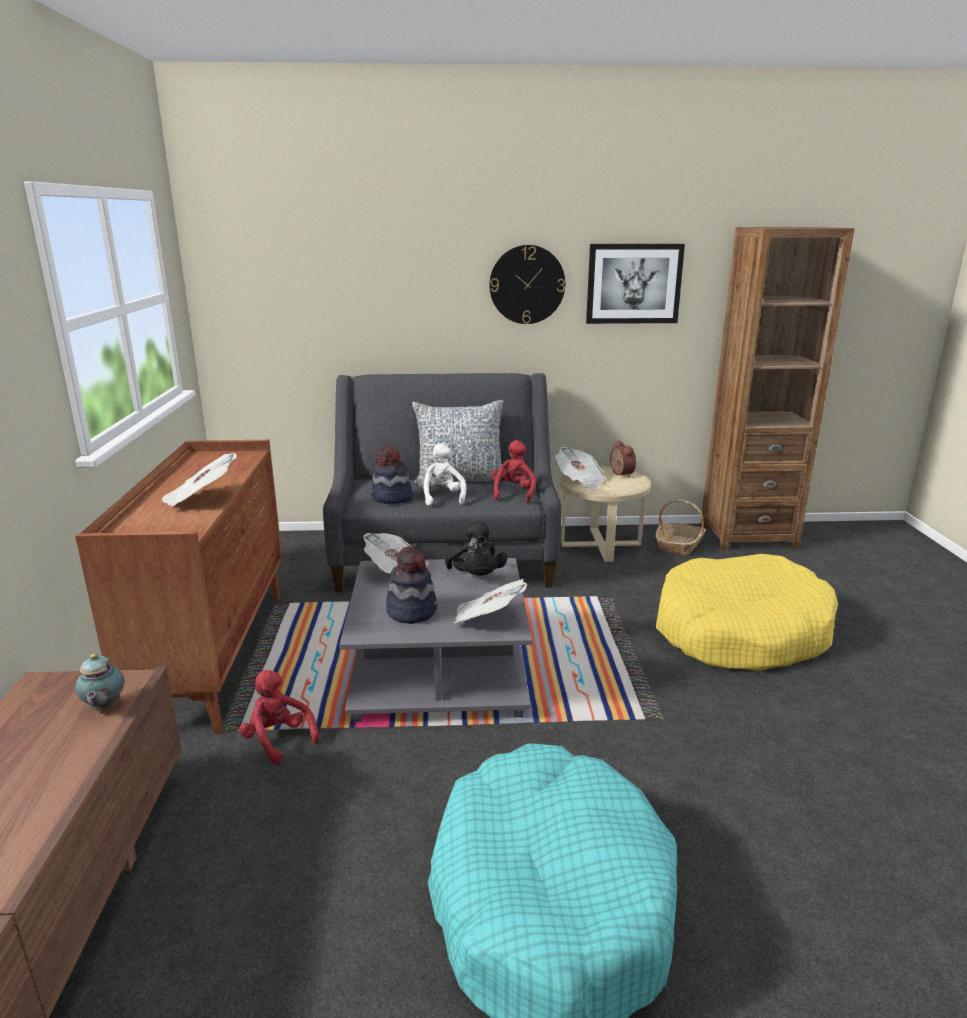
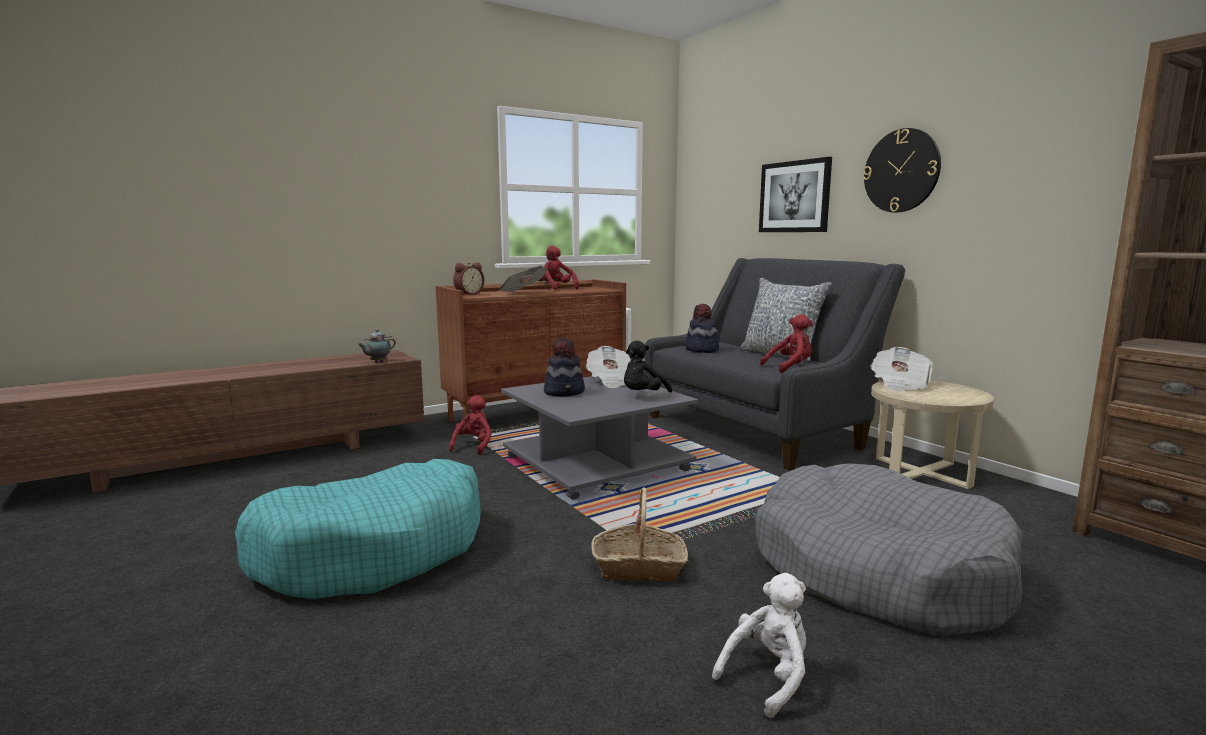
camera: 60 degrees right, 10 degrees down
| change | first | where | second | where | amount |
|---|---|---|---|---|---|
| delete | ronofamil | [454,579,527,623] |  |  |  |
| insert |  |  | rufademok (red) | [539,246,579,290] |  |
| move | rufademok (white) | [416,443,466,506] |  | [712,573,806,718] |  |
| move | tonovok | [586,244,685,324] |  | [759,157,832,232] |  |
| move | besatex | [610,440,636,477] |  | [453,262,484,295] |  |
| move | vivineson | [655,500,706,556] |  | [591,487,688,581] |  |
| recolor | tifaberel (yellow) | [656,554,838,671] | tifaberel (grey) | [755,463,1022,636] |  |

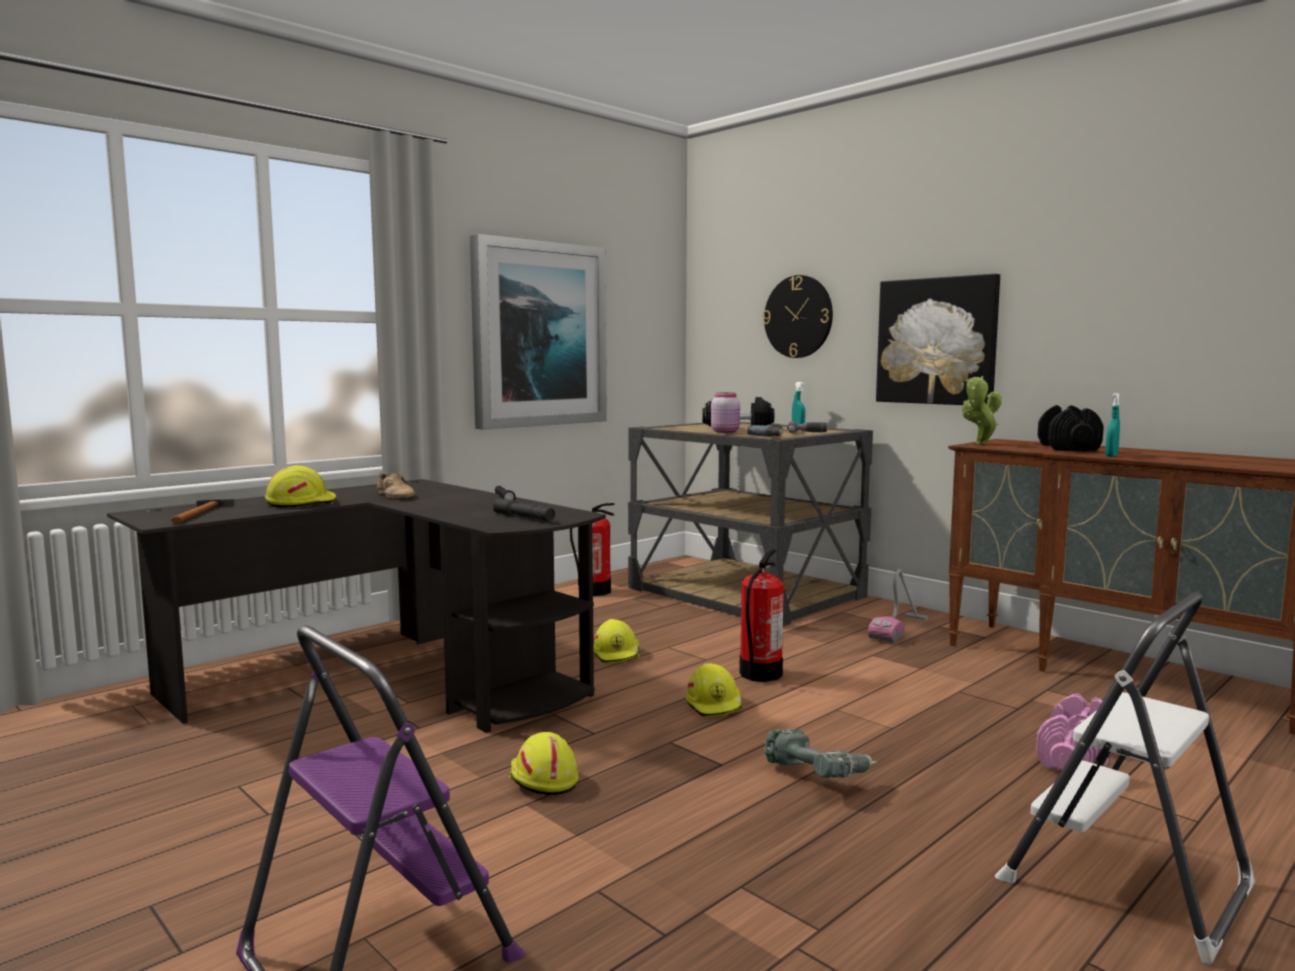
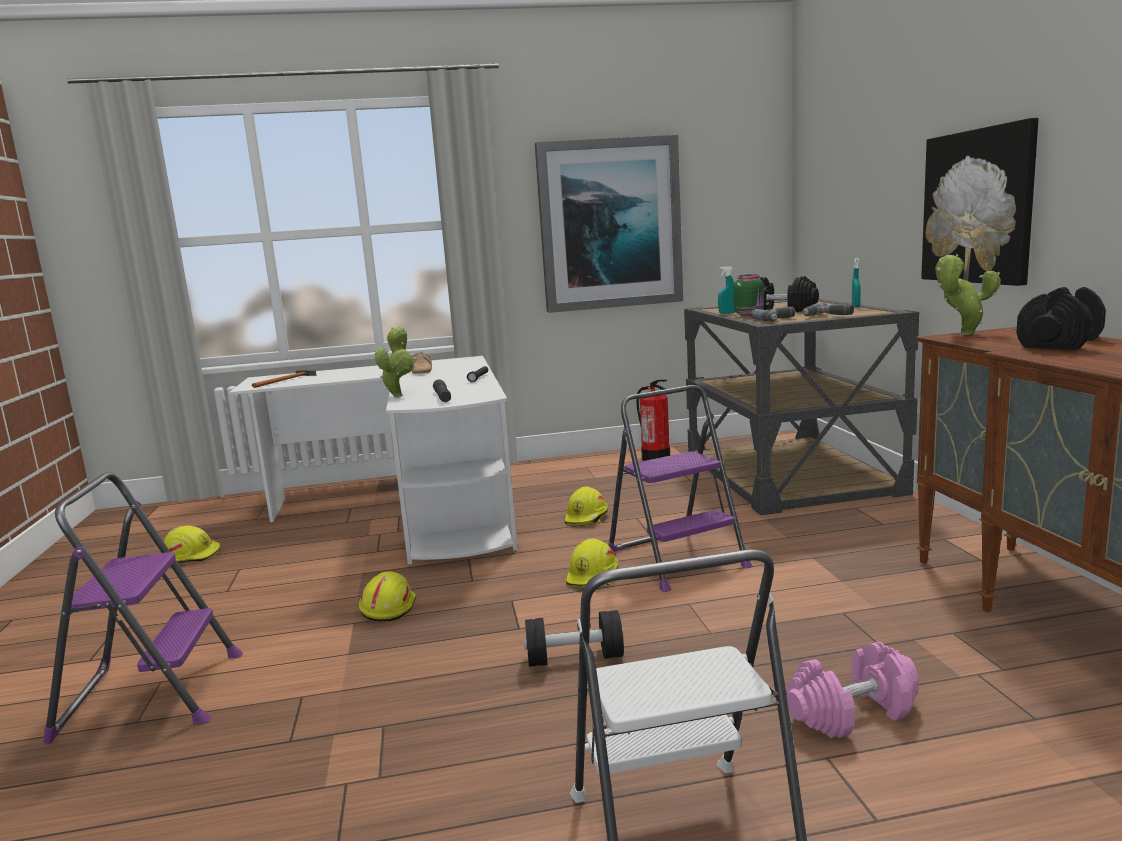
camera: 35 degrees right, 5 degrees up
| change | first | where | second | where | amount |
|---|---|---|---|---|---|
| delete | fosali | [763,275,833,358] |  |  |  |
| delete | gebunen | [868,569,929,643] |  |  |  |
| insert |  |  | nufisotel | [375,327,414,397] |  |
| move | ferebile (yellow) | [265,466,337,508] |  | [164,526,221,563] |  |
| move | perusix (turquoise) | [1105,393,1120,457] |  | [718,266,735,314] |  |
| replace | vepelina | [739,549,784,682] | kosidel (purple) | [608,385,753,592] |  |
| replace | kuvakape | [765,729,878,778] | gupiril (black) | [524,610,624,667] |  |
| recolor | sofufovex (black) | [107,479,606,733] | sofufovex (white) | [229,356,518,565] |  |
| recolor | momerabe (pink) | [711,393,740,433] | momerabe (green) | [734,274,764,316] |  |

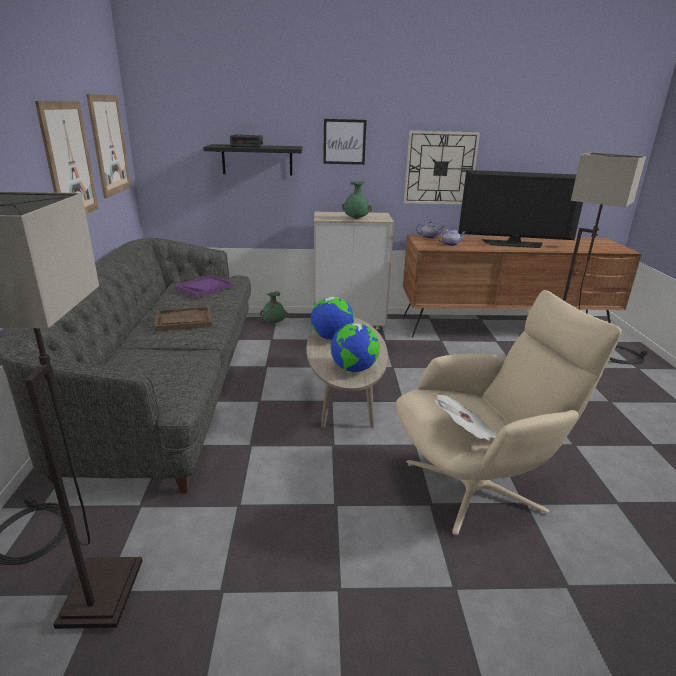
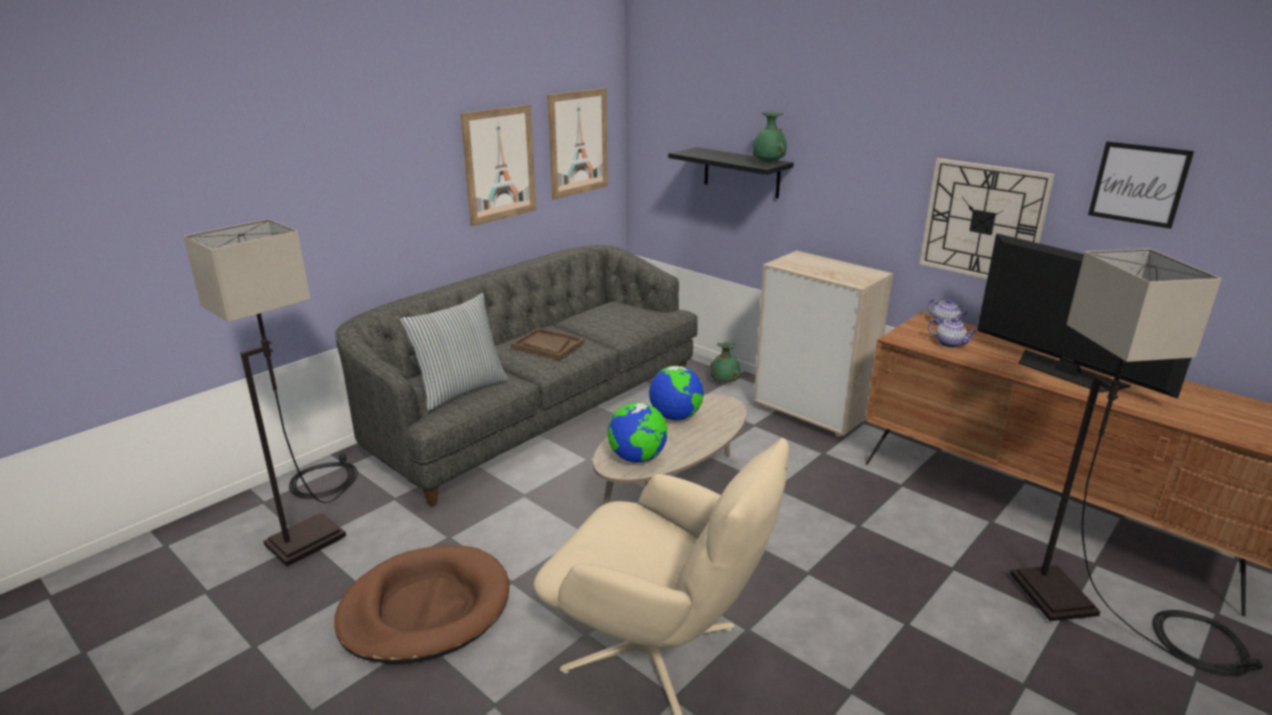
camera: 45 degrees right, 0 degrees up
| change | first | where | second | where | amount |
|---|---|---|---|---|---|
| delete | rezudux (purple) | [175,275,234,298] |  |  |  |
| delete | besatex | [230,134,263,148] |  |  |  |
| delete | ronofamil | [434,395,497,441] |  |  |  |
| insert |  |  | tifaberel (brown) | [334,545,509,664] |  |
| insert |  |  | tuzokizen | [400,293,509,411] |  |
| move | tonovok | [323,119,367,165] |  | [1088,141,1194,229] |  |
| move | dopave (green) | [342,181,372,219] |  | [753,112,787,163] |  |

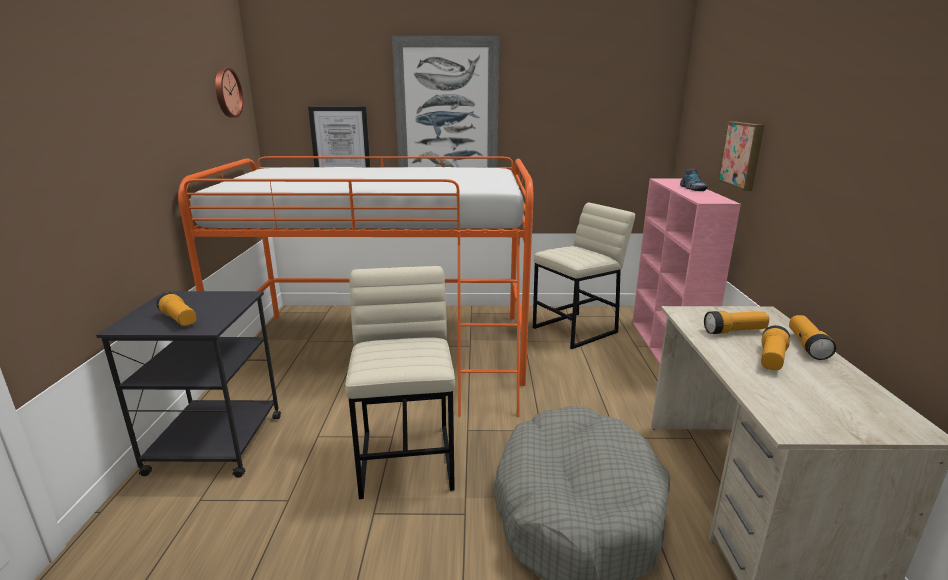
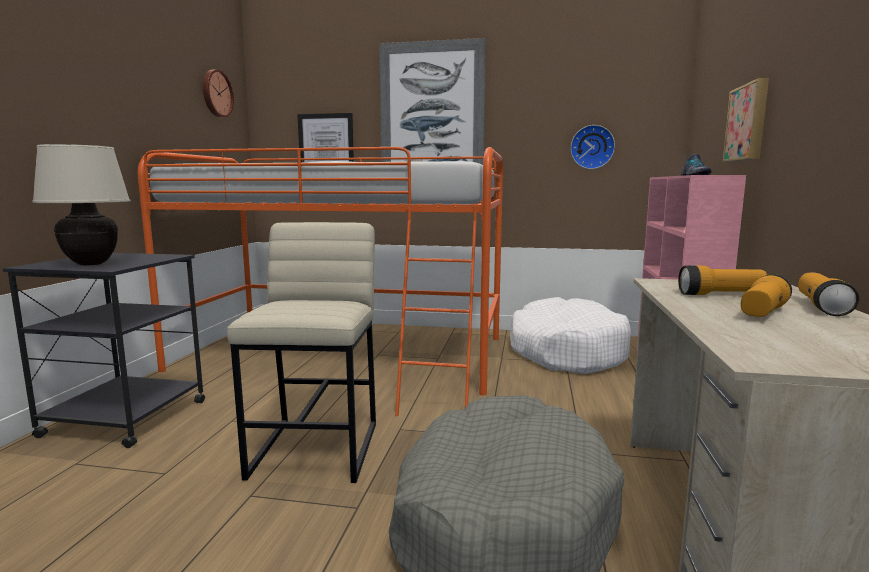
camera: 10 degrees right, 10 degrees down
| change | first | where | second | where | amount |
|---|---|---|---|---|---|
| insert |  |  | fosali | [570,125,615,169] |  |
| replace | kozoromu | [156,292,197,326] | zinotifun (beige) | [32,144,131,265] |  |
| replace | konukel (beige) | [533,202,635,349] | tifaberel (white) | [510,297,631,374] |  |

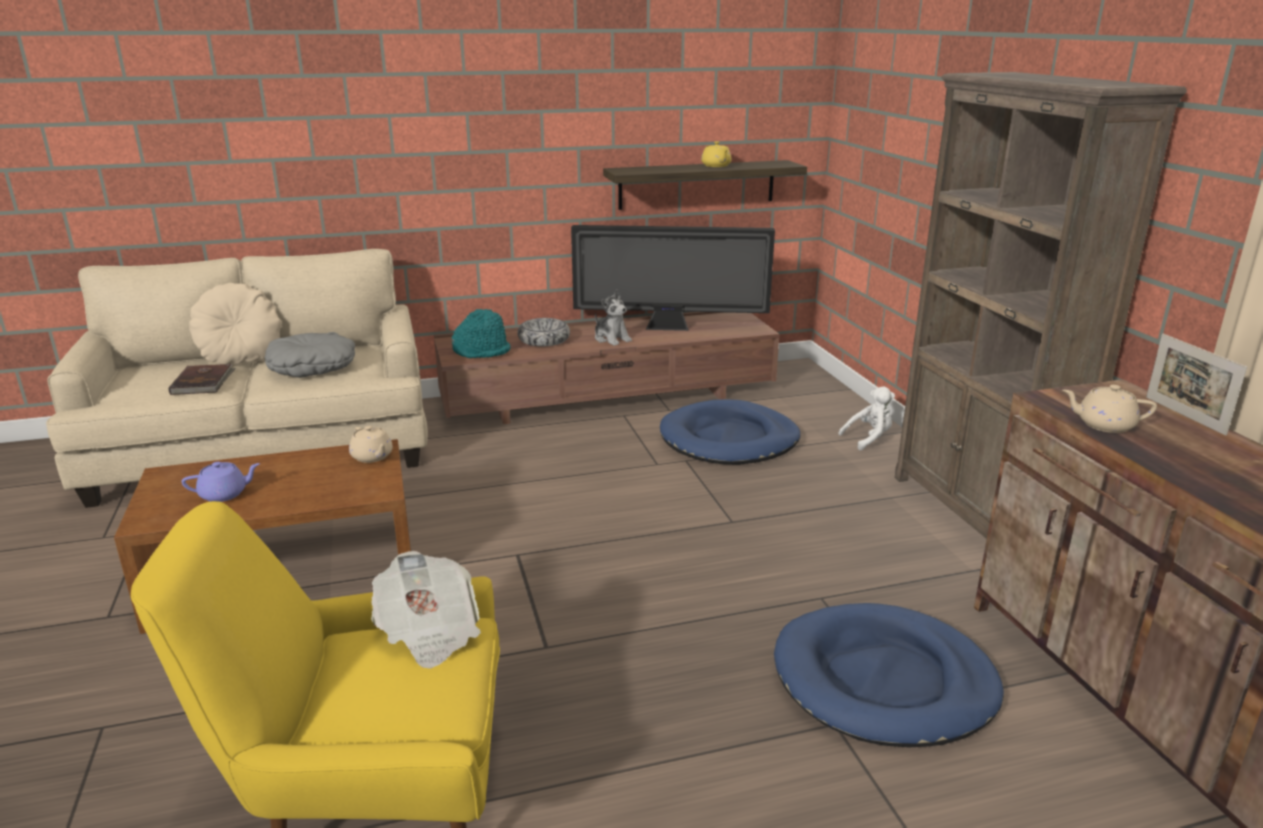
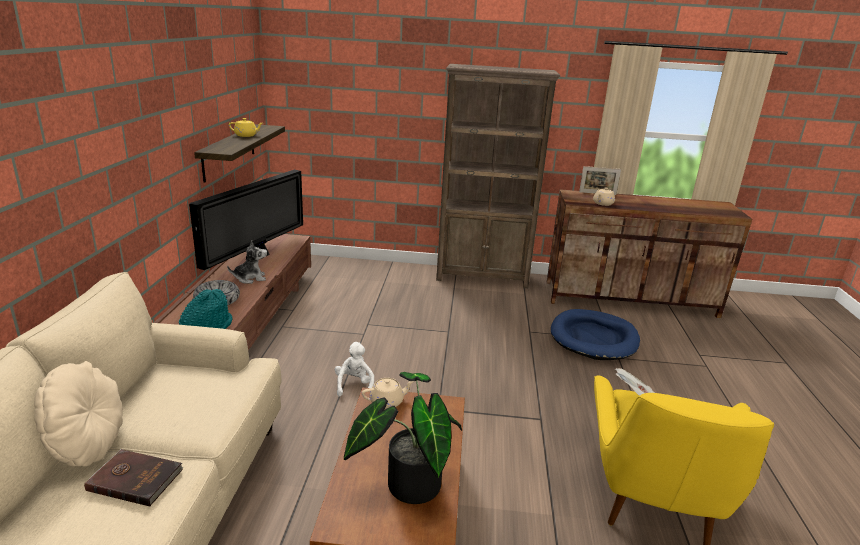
camera: 70 degrees left, 0 degrees up
| change | first | where | second | where | amount |
|---|---|---|---|---|---|
| delete | tuzokizen (grey) | [265,332,355,378] |  |  |  |
| delete | tifaberel (blue) | [660,399,800,465] |  |  |  |
| move | rufademok (white) | [838,386,895,450] |  | [335,342,374,397] |  |
| replace | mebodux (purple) | [182,462,260,502] | nufisotel | [344,372,462,504] |  |

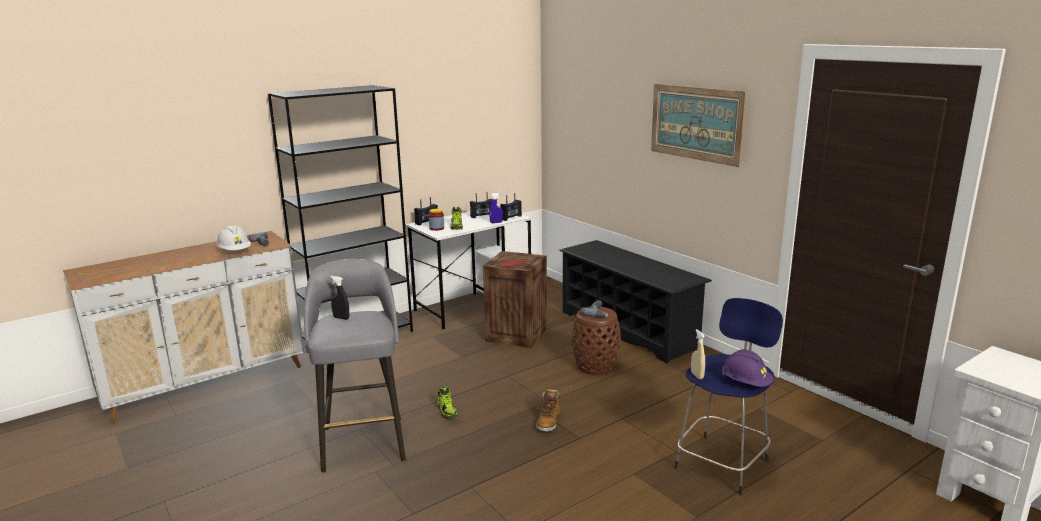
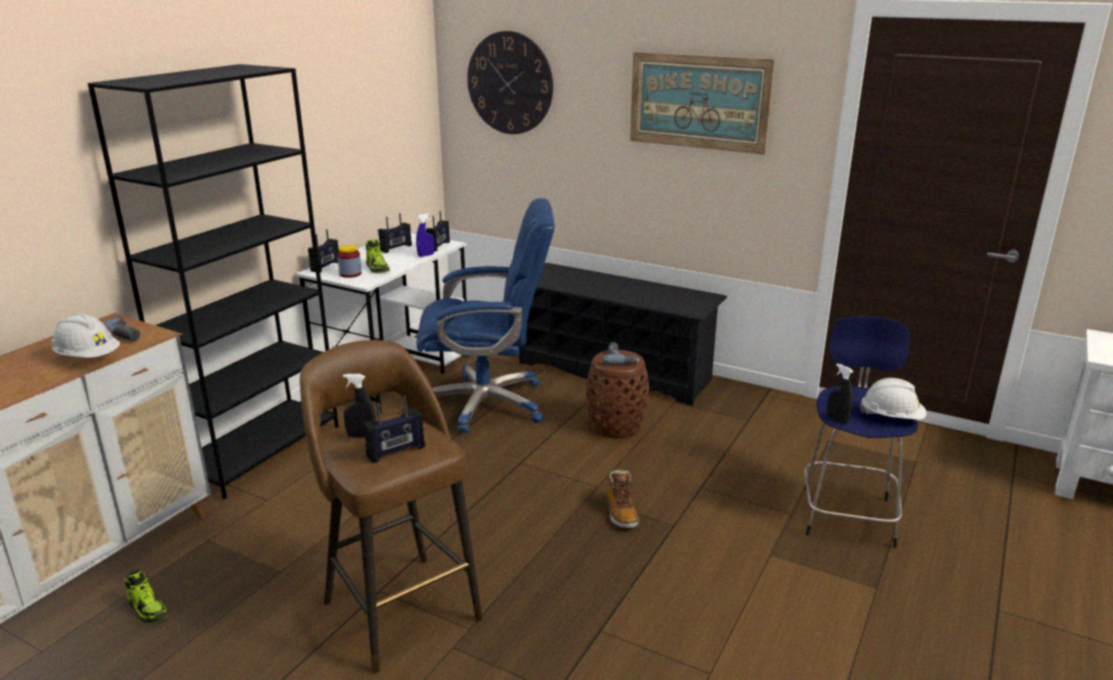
camera: 25 degrees left, 5 degrees up
| change | first | where | second | where | amount |
|---|---|---|---|---|---|
| insert |  |  | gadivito | [363,396,425,463] |  |
| insert |  |  | fosali | [467,31,553,134] |  |
| move | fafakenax | [437,387,458,420] |  | [124,570,169,624] |  |
| replace | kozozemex | [483,251,547,348] | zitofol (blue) | [417,198,555,434] |  |
| recolor | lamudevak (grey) | [304,259,406,473] | lamudevak (brown) | [300,340,483,673] |  |
| recolor | perusix (beige) | [691,329,705,379] | perusix (black) | [827,364,853,424] |  |
| recolor | ferebile (purple) | [722,349,774,387] | ferebile (white) | [860,378,927,420] |  |

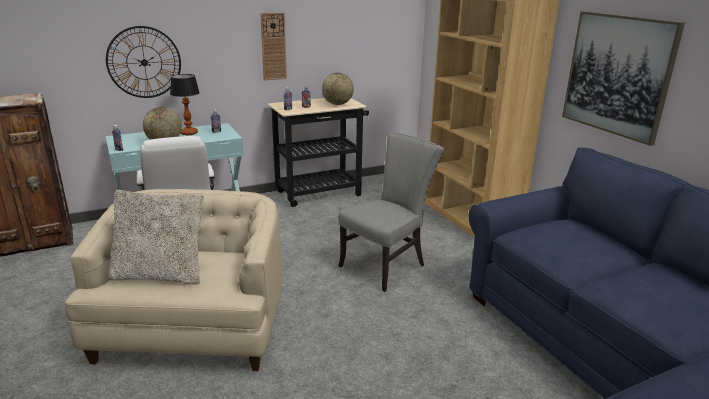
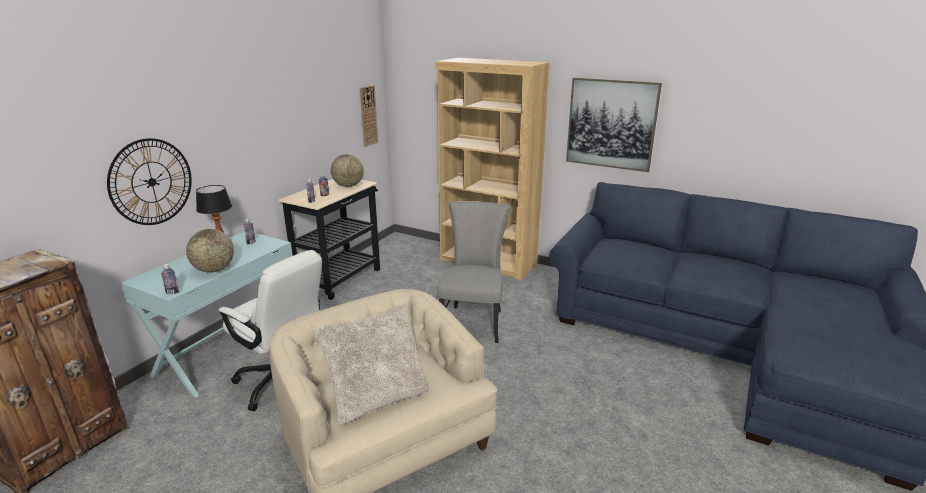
camera: 35 degrees left, 0 degrees up
| change | first | where | second | where | amount |
|---|---|---|---|---|---|
| move | fosali | [260,13,287,80] |  | [360,85,378,147] |  |

